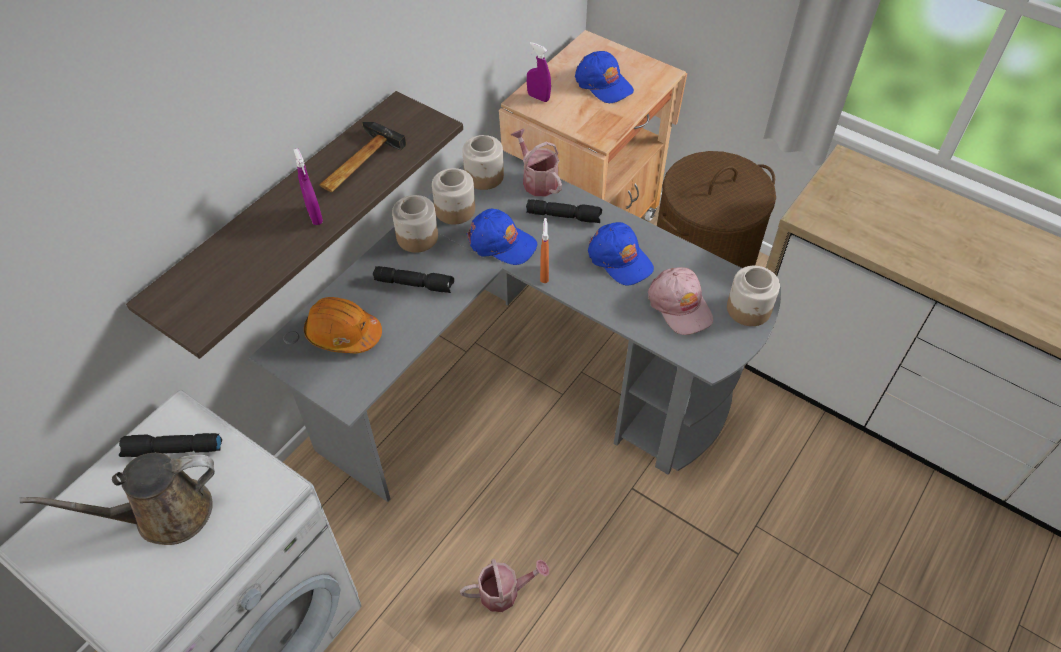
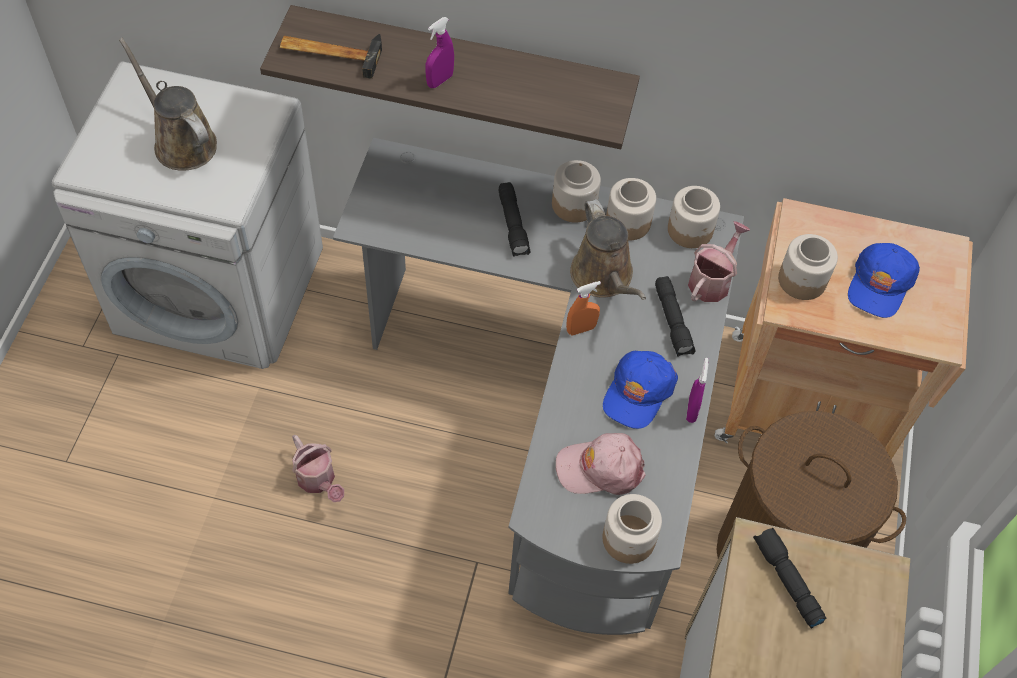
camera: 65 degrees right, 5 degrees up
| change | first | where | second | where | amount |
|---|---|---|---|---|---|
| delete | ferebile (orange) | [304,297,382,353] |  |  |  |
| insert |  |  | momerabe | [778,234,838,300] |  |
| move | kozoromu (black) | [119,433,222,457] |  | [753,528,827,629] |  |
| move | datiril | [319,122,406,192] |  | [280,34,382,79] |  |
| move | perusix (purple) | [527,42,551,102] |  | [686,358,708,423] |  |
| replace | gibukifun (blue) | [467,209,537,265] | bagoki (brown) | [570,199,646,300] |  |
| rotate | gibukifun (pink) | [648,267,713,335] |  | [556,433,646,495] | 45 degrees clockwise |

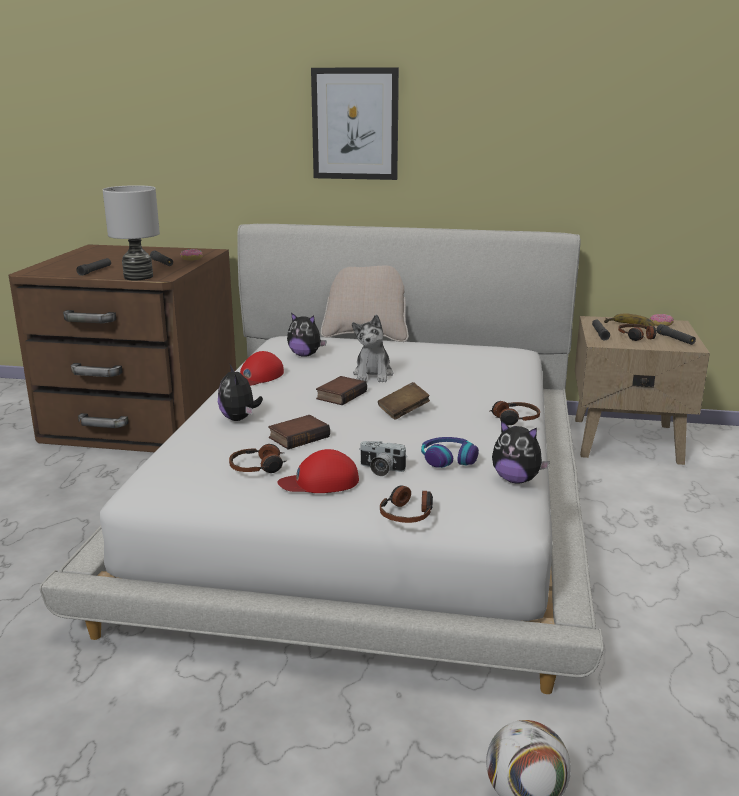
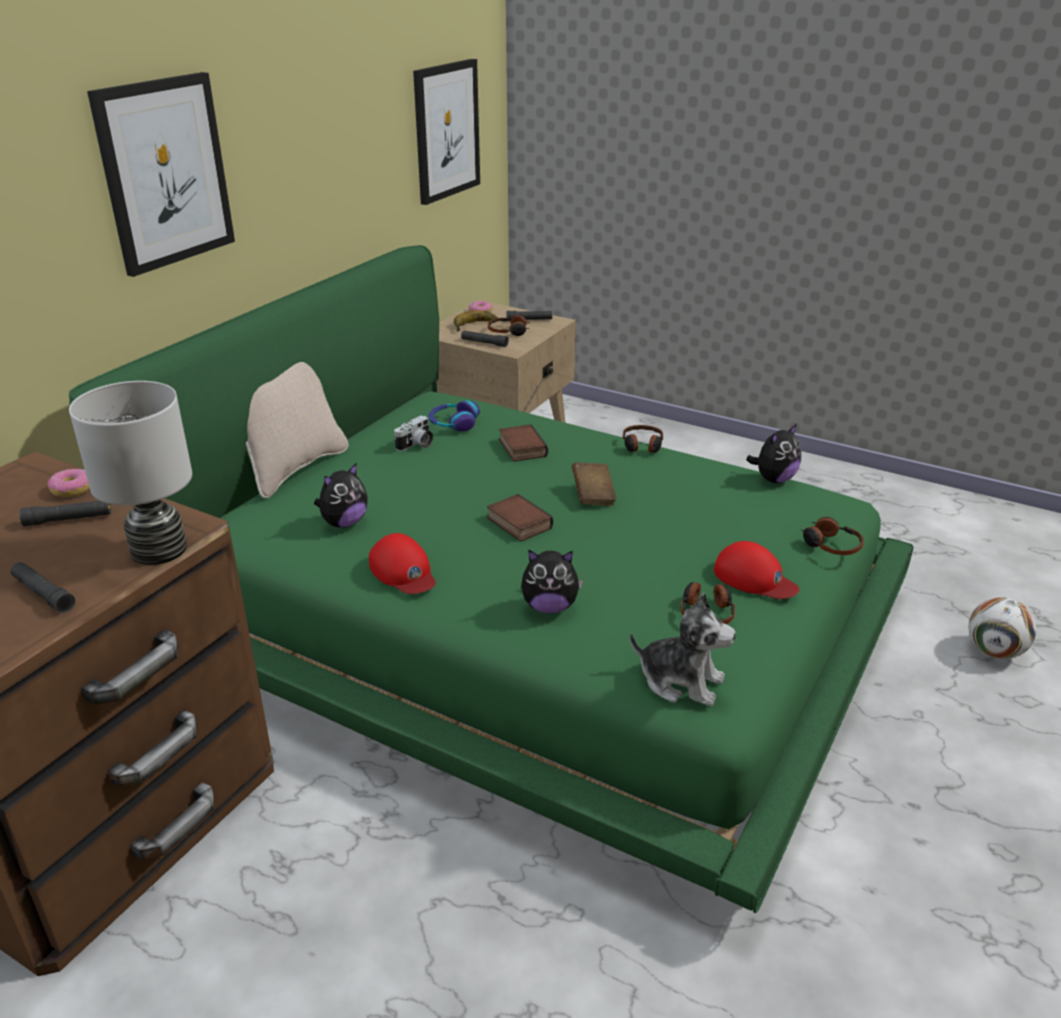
camera: 70 degrees left, 10 degrees up
| change | first | where | second | where | amount |
|---|---|---|---|---|---|
| insert |  |  | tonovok | [413,59,480,205] |  |
| move | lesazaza | [268,415,330,450] |  | [499,424,548,462] |  |
| move | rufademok | [352,314,393,382] |  | [630,593,736,706] |  |
| move | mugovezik | [359,441,407,476] |  | [394,416,433,451] |  |
| move | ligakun | [421,437,479,468] |  | [429,401,480,432] |  |
| recolor | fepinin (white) | [39,224,604,694] | fepinin (green) | [69,245,914,913] |  |
| rotate | gibukifun (red) | [277,449,359,493] |  | [714,541,800,599] | 60 degrees counterclockwise |

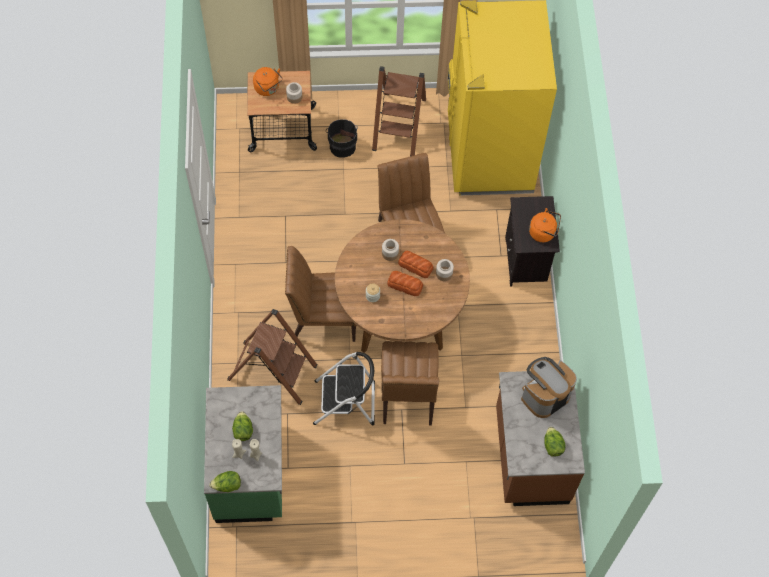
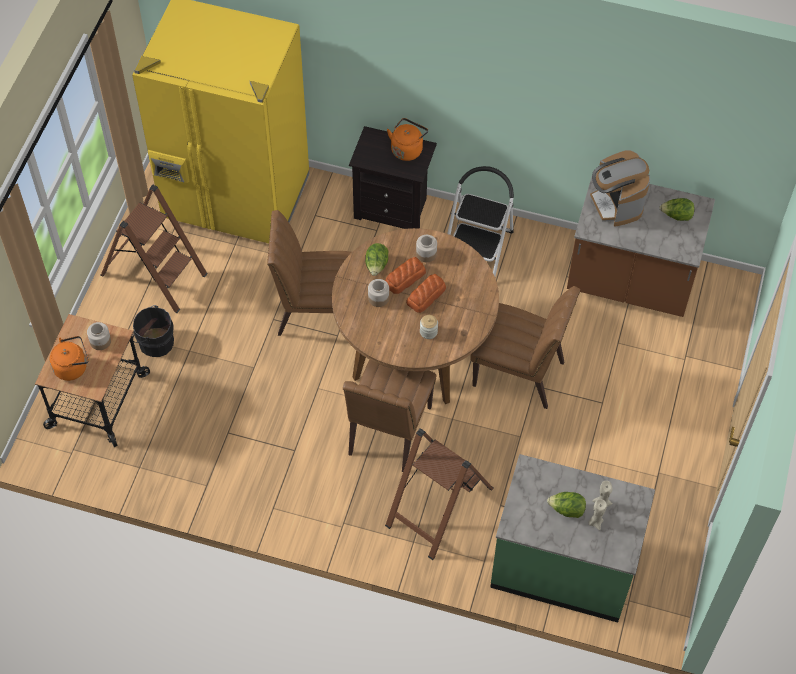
camera: 70 degrees left, 5 degrees down
| change | first | where | second | where | amount |
|---|---|---|---|---|---|
| move | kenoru | [209,471,241,492] |  | [365,243,388,276] |  |
| move | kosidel | [313,352,375,426] |  | [447,166,514,276] |  |

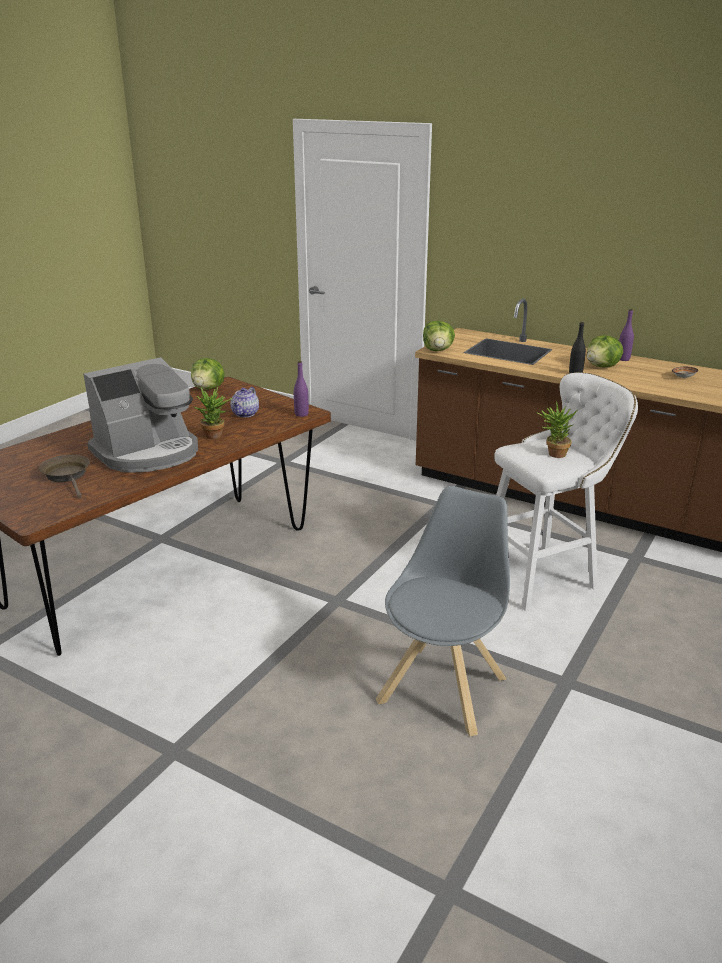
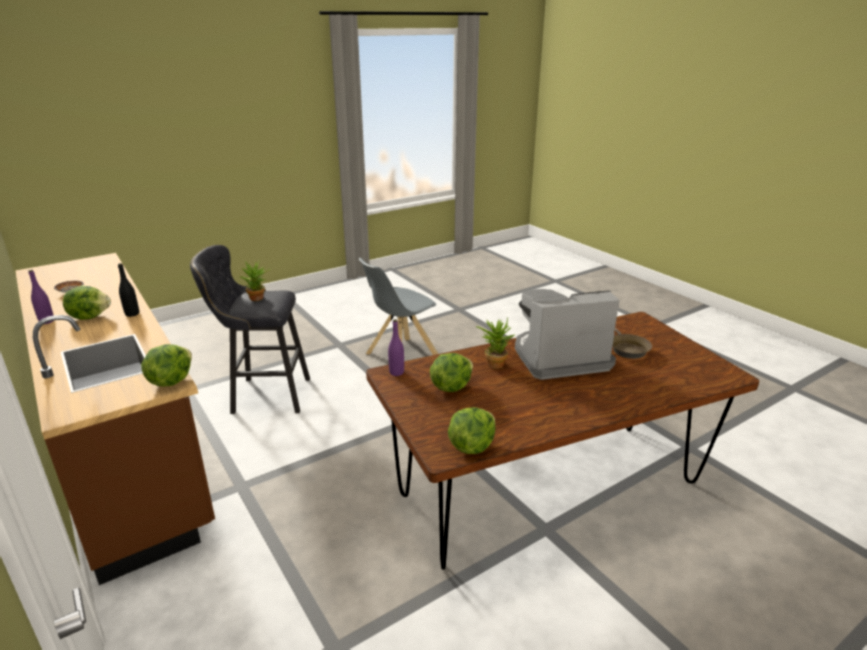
camera: 155 degrees left, 0 degrees up
| change | first | where | second | where | amount |
|---|---|---|---|---|---|
| replace | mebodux | [231,387,259,417] | kenoru | [430,353,473,392] |  |
| recolor | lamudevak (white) | [494,372,638,611] | lamudevak (black) | [190,245,310,414] |  |

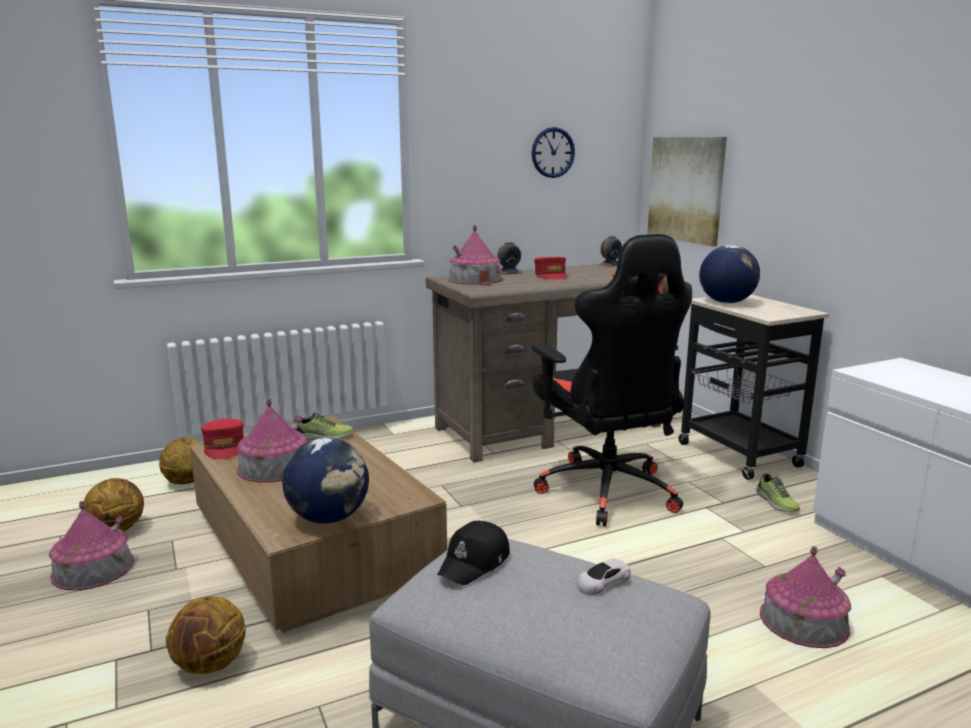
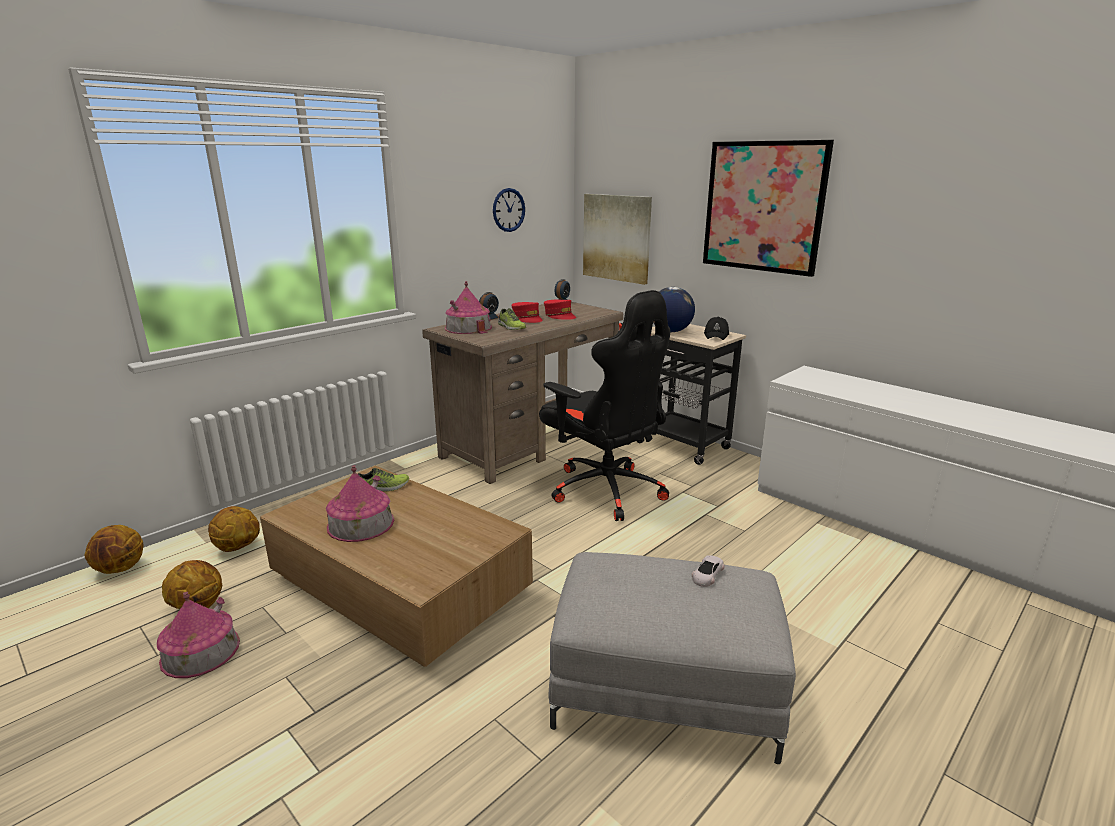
camera: 20 degrees left, 5 degrees up
| change | first | where | second | where | amount |
|---|---|---|---|---|---|
| delete | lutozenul | [282,438,369,524] |  |  |  |
| delete | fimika | [760,546,851,648] |  |  |  |
| insert |  |  | tonovok | [703,140,834,277] |  |
| move | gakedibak | [166,596,246,674] |  | [84,525,143,574] |  |
| move | gibukifun (red) | [201,419,244,459] |  | [544,300,576,320] |  |
| move | gibukifun (black) | [437,521,510,585] |  | [704,317,729,340] |  |
| move | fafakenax | [756,473,800,512] |  | [498,308,526,330] |  |

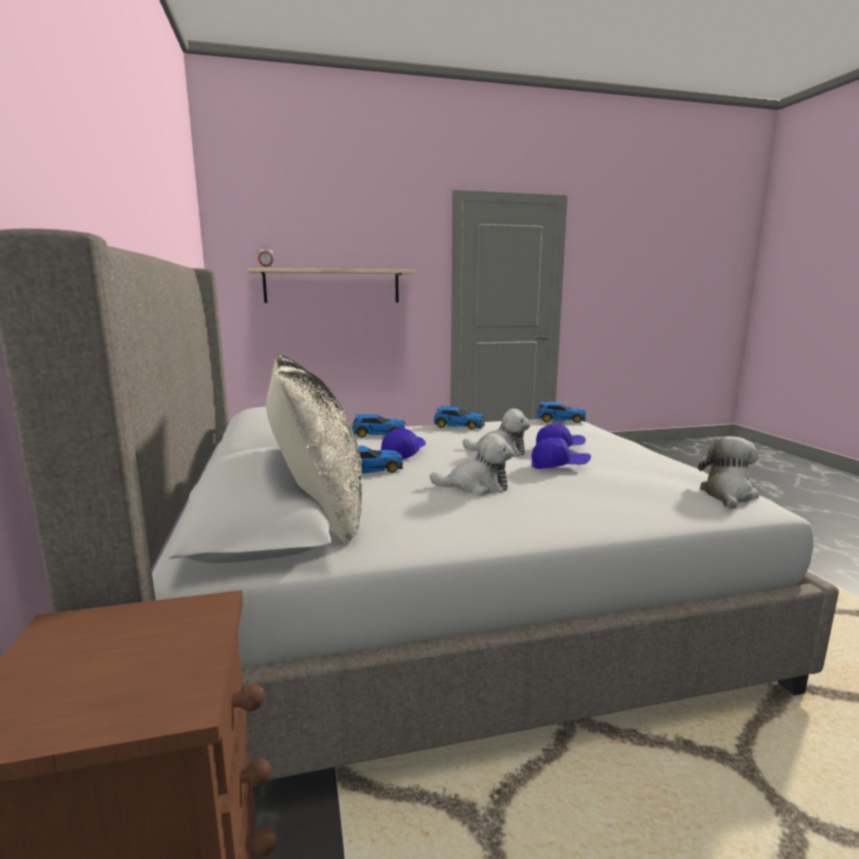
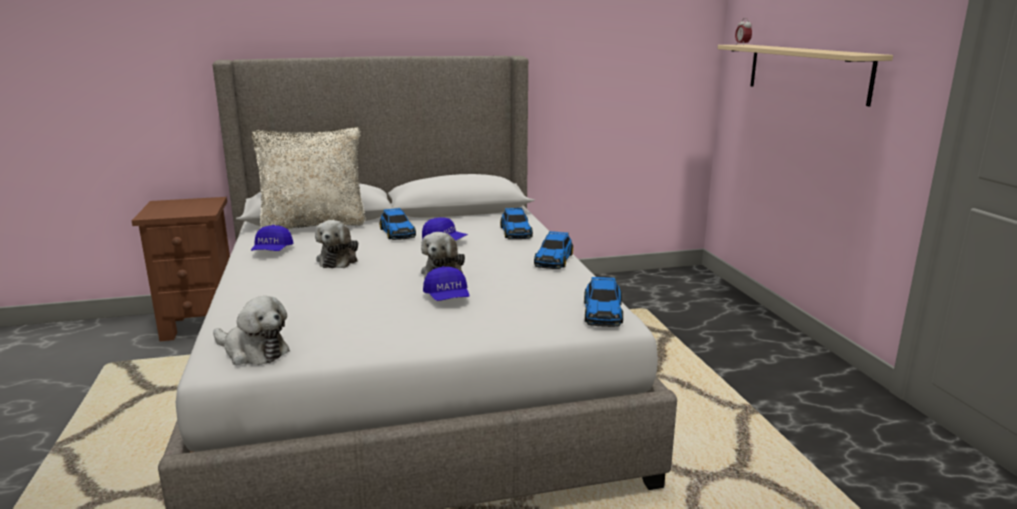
camera: 90 degrees right, 5 degrees up
| change | first | where | second | where | amount |
|---|---|---|---|---|---|
| move | gibukifun (blue) | [532,438,591,469] |  | [251,225,293,251] |  |

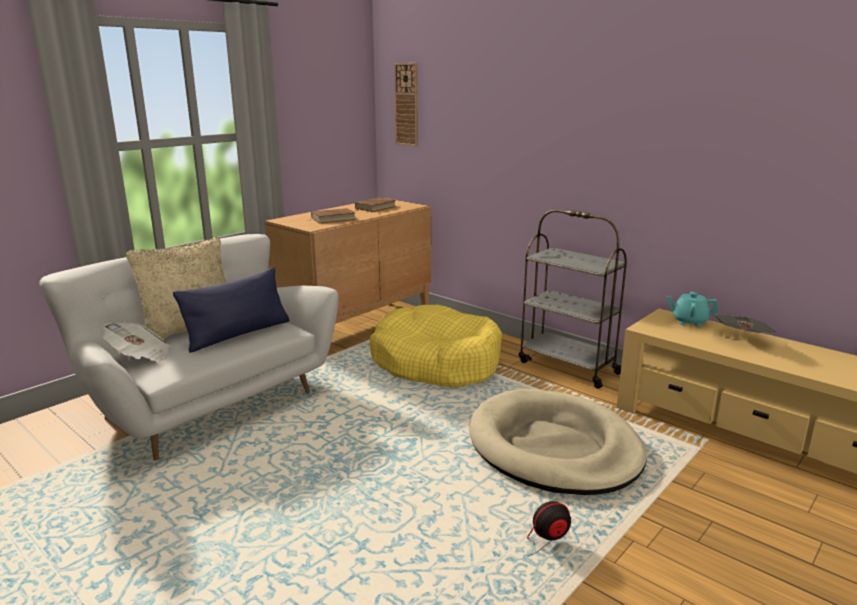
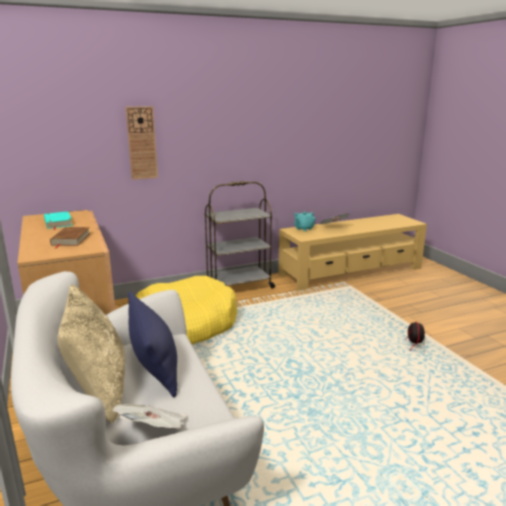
camera: 65 degrees left, 0 degrees up
| change | first | where | second | where | amount |
|---|---|---|---|---|---|
| delete | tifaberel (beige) | [469,389,647,495] |  |  |  |
| move | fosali | [394,63,418,146] |  | [126,106,158,180] |  |
| recolor | lesazaza (brown) | [355,197,396,212] | lesazaza (turquoise) | [44,211,73,230] |  |

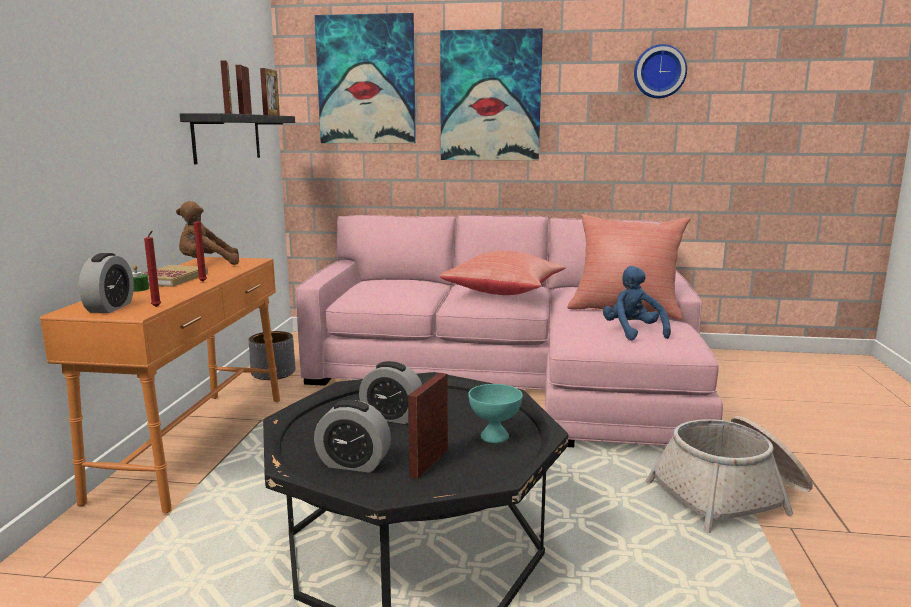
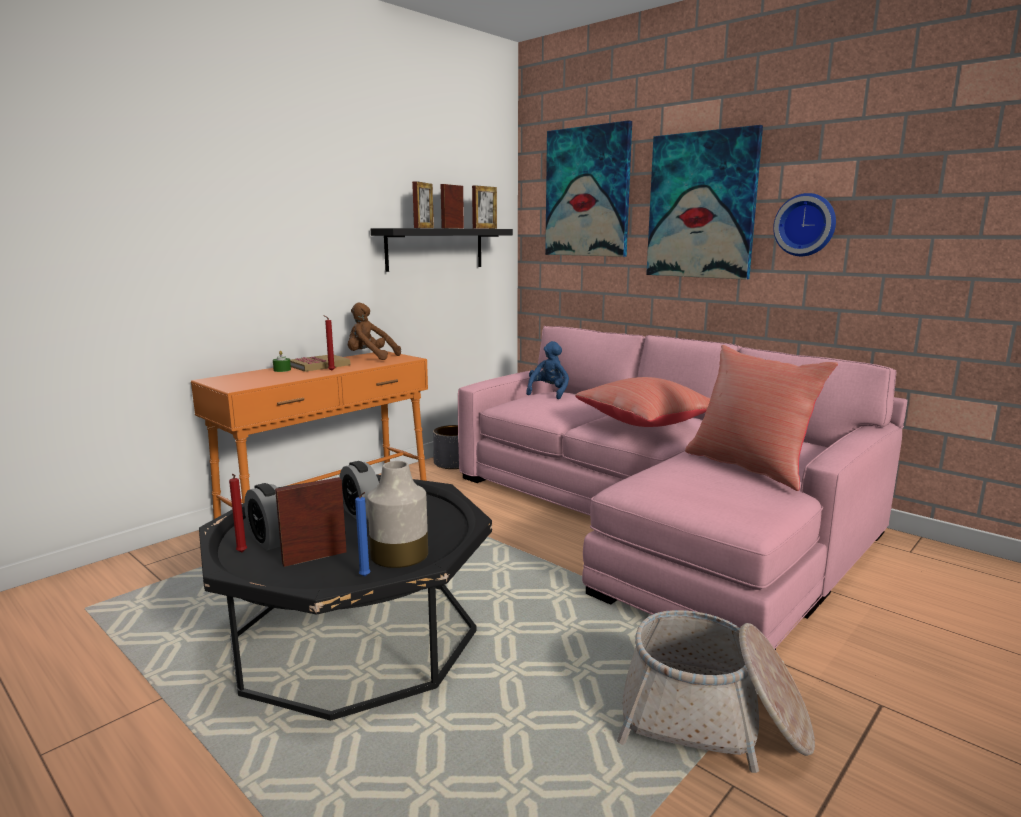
camera: 35 degrees right, 0 degrees up
| change | first | where | second | where | amount |
|---|---|---|---|---|---|
| delete | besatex | [79,253,134,313] |  |  |  |
| insert |  |  | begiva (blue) | [355,492,371,576] |  |
| move | begiva (red) | [144,231,161,307] |  | [229,474,247,552] |  |
| move | rufademok (blue) | [603,266,671,340] |  | [526,341,569,399] |  |
| move | fosali | [634,44,687,98] |  | [773,193,836,256] |  |
| replace | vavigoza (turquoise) | [468,384,523,443] | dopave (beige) | [367,461,428,568] |  |

